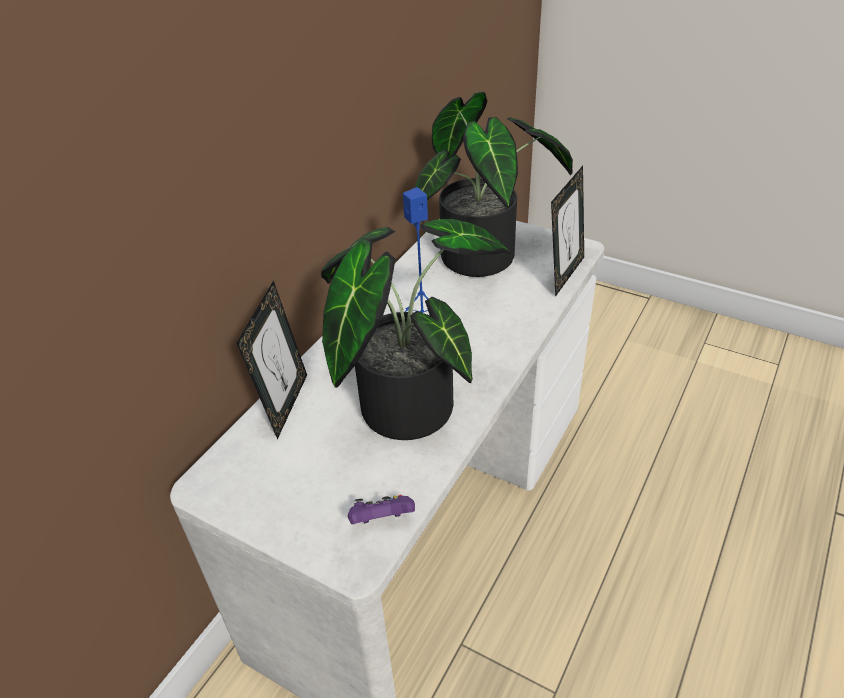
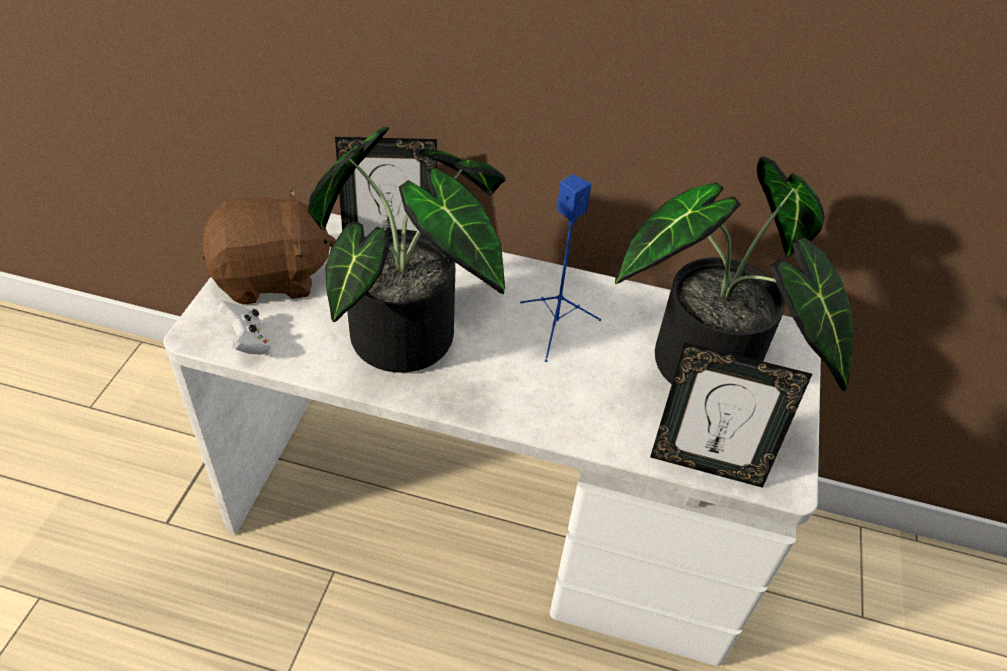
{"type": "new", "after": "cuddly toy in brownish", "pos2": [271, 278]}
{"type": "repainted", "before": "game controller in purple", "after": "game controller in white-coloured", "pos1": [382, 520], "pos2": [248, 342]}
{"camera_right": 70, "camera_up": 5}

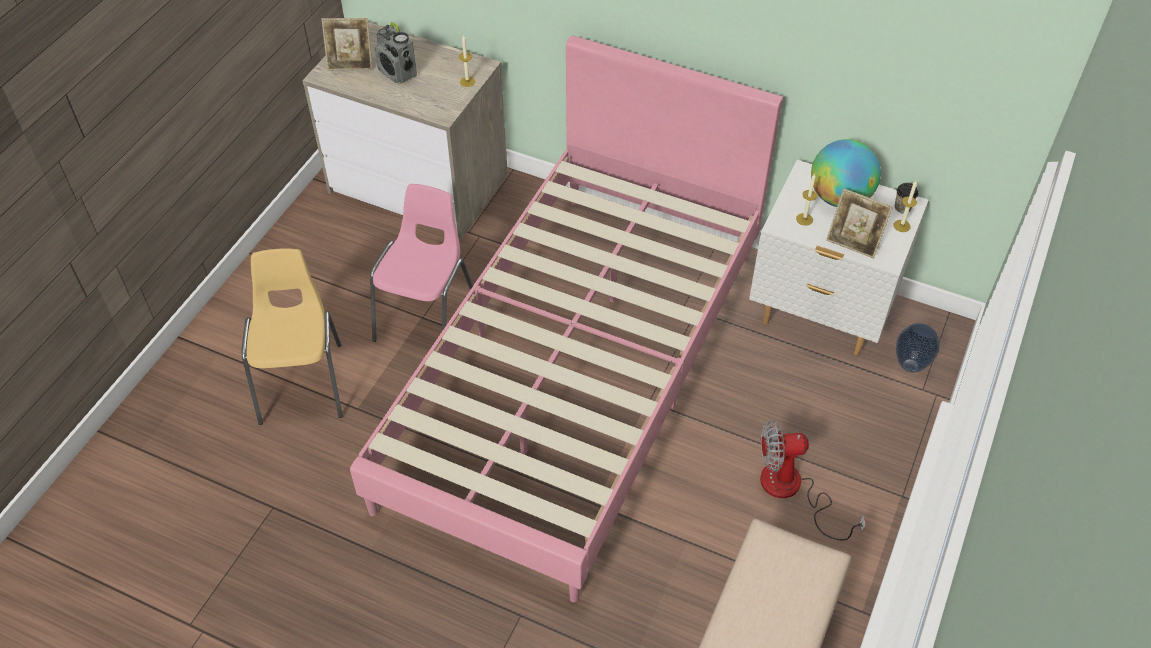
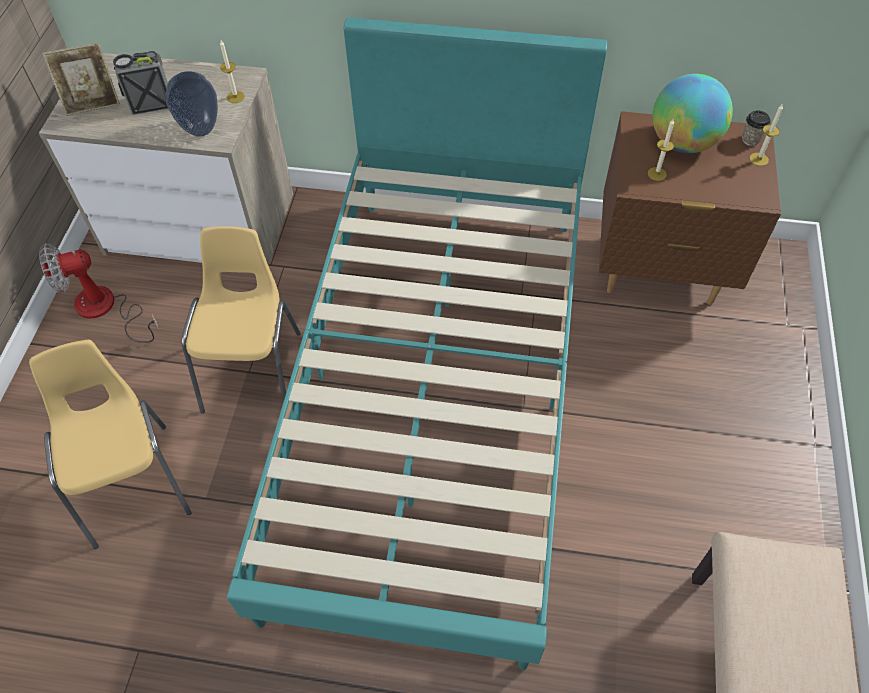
{"type": "gone", "before": "picture frame", "pos1": [853, 243]}
{"type": "shifted", "before": "cooling fan", "pos1": [792, 491], "pos2": [106, 309]}
{"type": "shifted", "before": "flower vase", "pos1": [910, 366], "pos2": [201, 130]}
{"type": "repainted", "before": "sleeping bed in pinkish", "after": "sleeping bed in turquoise", "pos1": [576, 373], "pos2": [435, 394]}
{"type": "repainted", "before": "upright chair in pinkish", "after": "upright chair in yellow", "pos1": [427, 317], "pos2": [254, 370]}
{"type": "repainted", "before": "bedside table in white-coloured", "after": "bedside table in brownish", "pos1": [820, 315], "pos2": [659, 270]}
{"type": "rotated", "before": "radio set", "pos1": [397, 73], "pos2": [151, 103], "turn": 135}
{"camera_right": -15, "camera_up": 5}

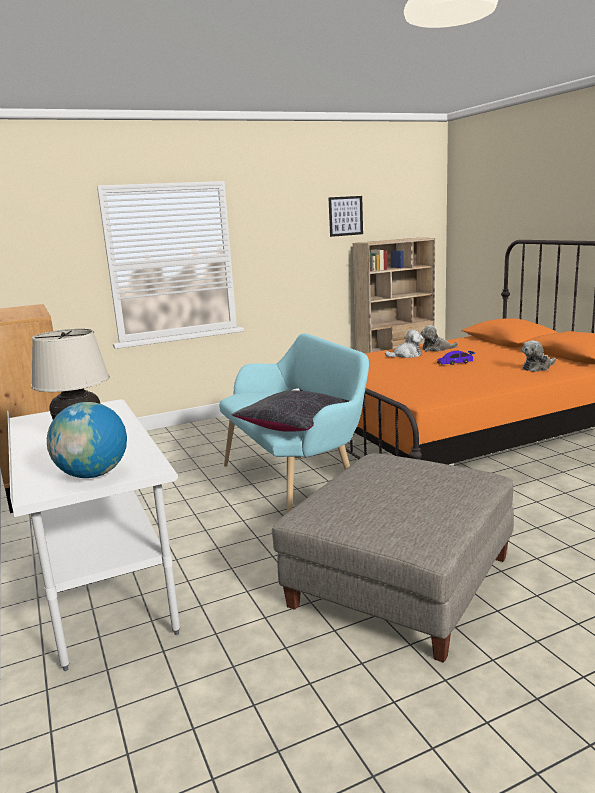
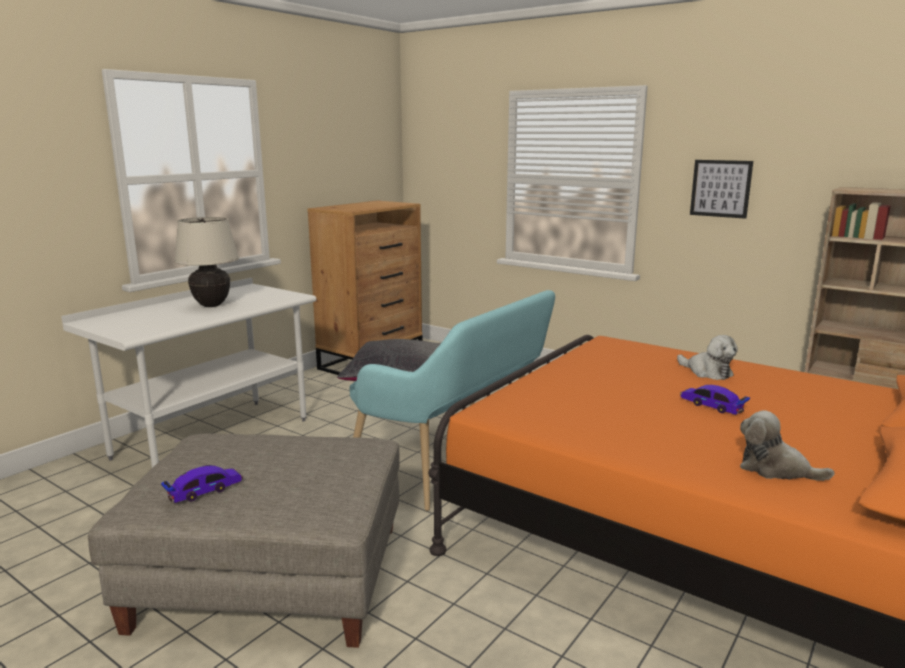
{"type": "gone", "before": "world globe", "pos1": [93, 475]}
{"type": "gone", "before": "cuddly toy", "pos1": [436, 349]}
{"type": "new", "after": "toy car", "pos2": [204, 491]}
{"type": "shifted", "before": "picture", "pos1": [345, 216], "pos2": [720, 188]}
{"camera_right": 60, "camera_up": 0}

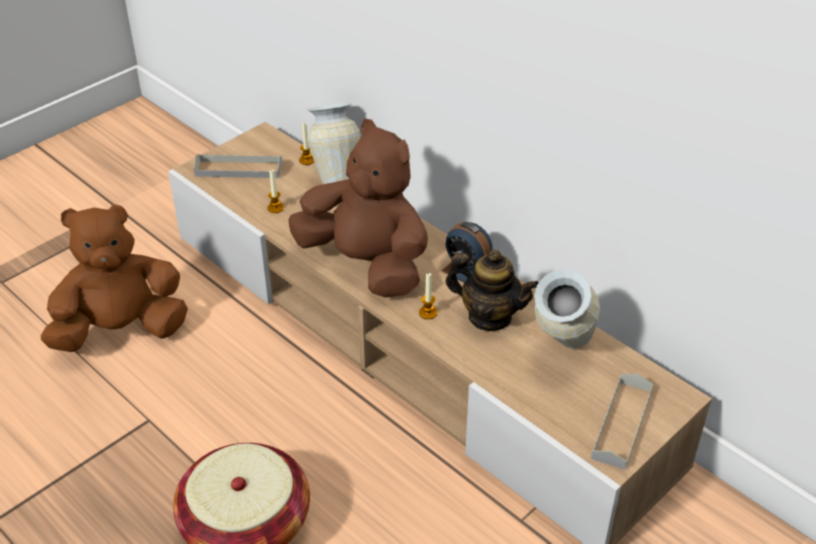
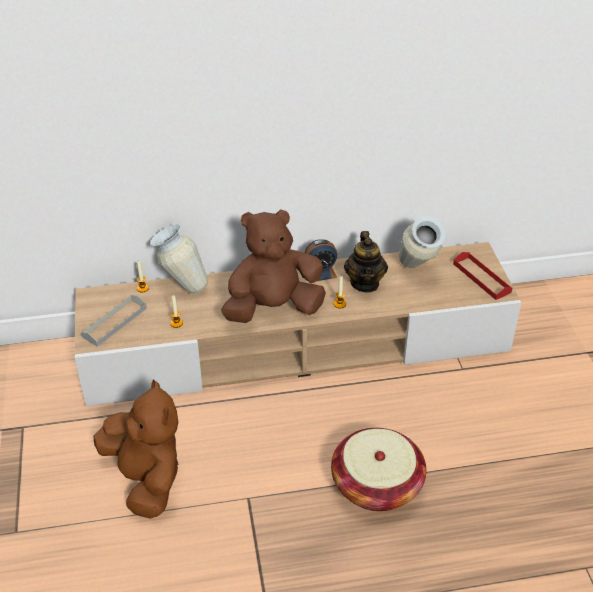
{"type": "repainted", "before": "tray in grey", "after": "tray in reddish", "pos1": [622, 424], "pos2": [481, 278]}
{"type": "rotated", "before": "cuddly toy in brownish", "pos1": [121, 330], "pos2": [146, 479], "turn": 135}
{"type": "rotated", "before": "pot for tea", "pos1": [489, 317], "pos2": [365, 283], "turn": 120}
{"camera_right": -55, "camera_up": 0}

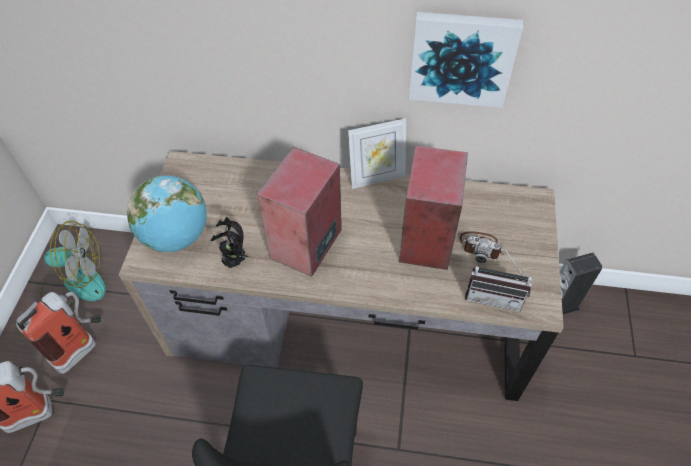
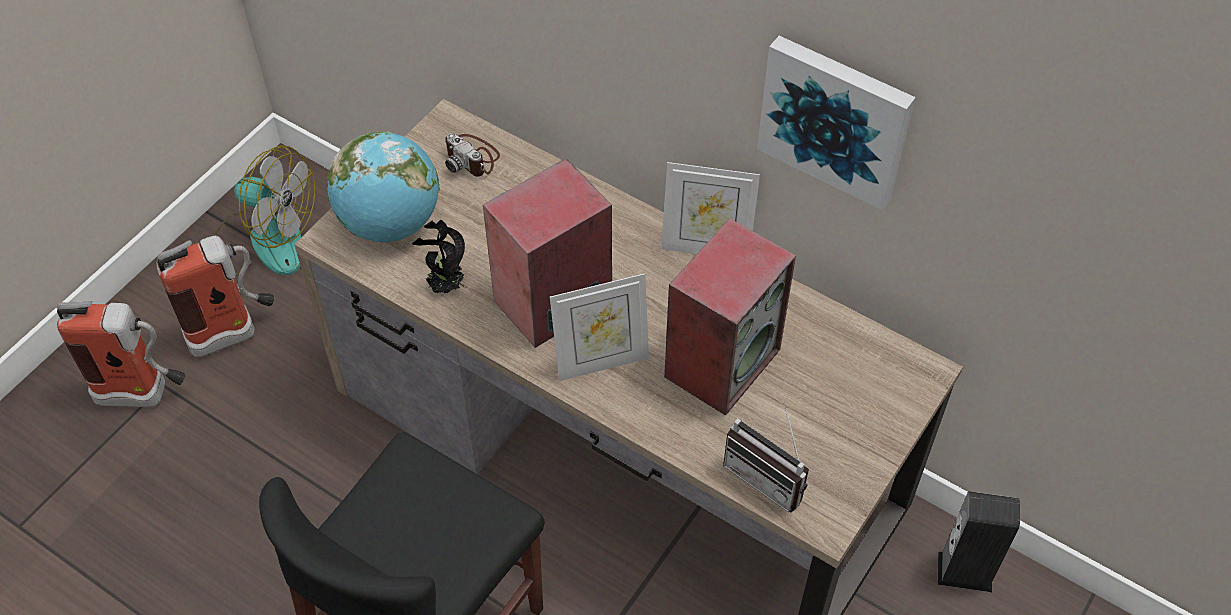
{"type": "new", "after": "picture frame", "pos2": [601, 361]}
{"type": "shifted", "before": "still camera", "pos1": [481, 247], "pos2": [472, 158]}
{"camera_right": 25, "camera_up": 0}

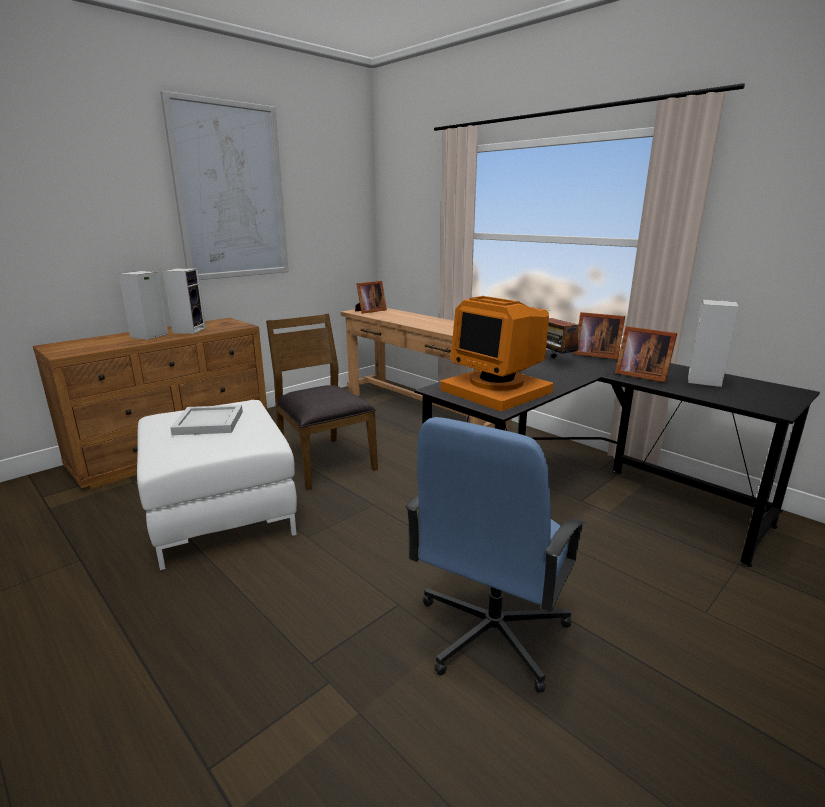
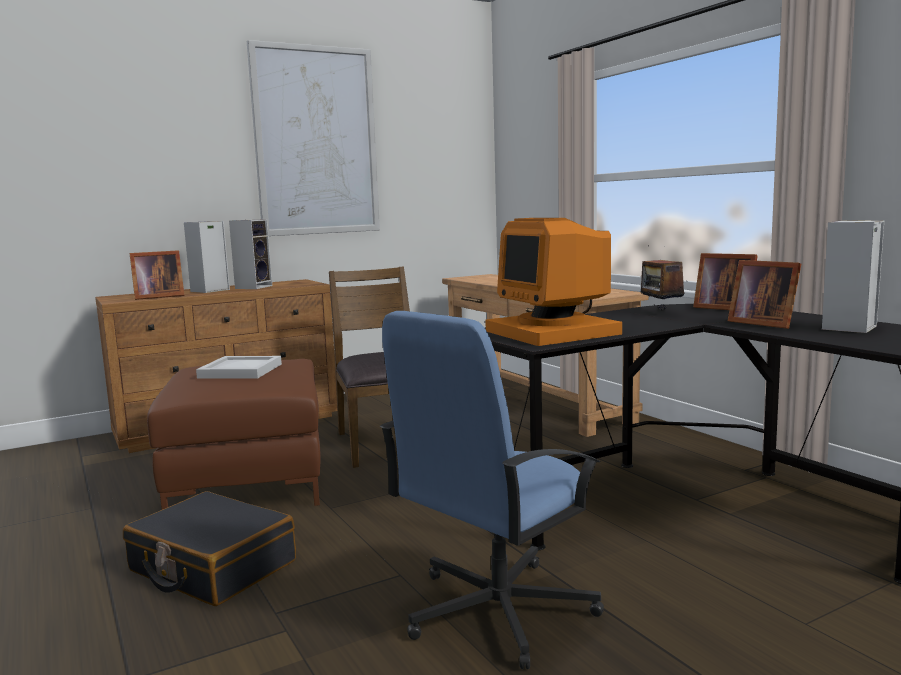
{"type": "new", "after": "suitcase in black", "pos2": [212, 567]}
{"type": "shifted", "before": "picture frame", "pos1": [369, 311], "pos2": [157, 297]}
{"type": "repainted", "before": "ottoman in white-coloured", "after": "ottoman in brownish", "pos1": [220, 512], "pos2": [248, 480]}
{"camera_right": 15, "camera_up": -10}

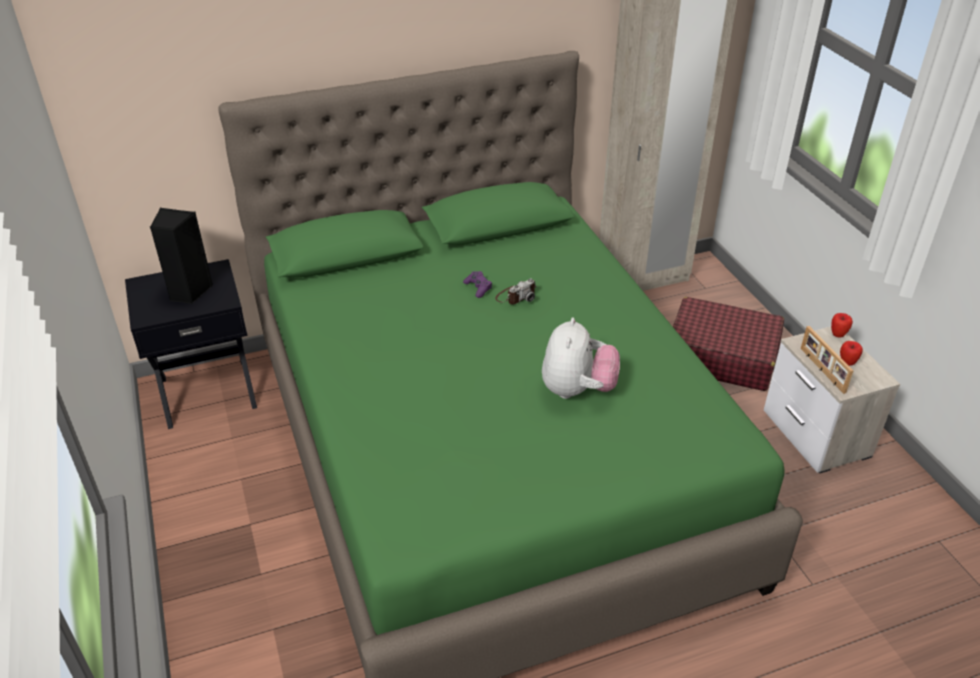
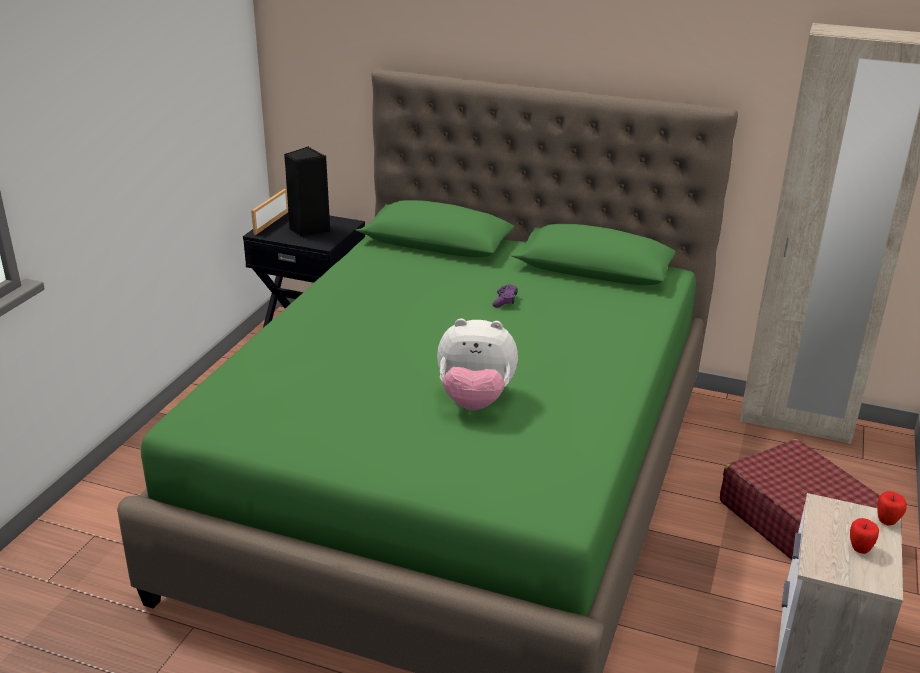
{"type": "gone", "before": "still camera", "pos1": [516, 296]}
{"type": "shifted", "before": "picture frame", "pos1": [821, 370], "pos2": [270, 222]}
{"type": "rotated", "before": "cuddly toy", "pos1": [577, 390], "pos2": [475, 400], "turn": 45}
{"camera_right": 40, "camera_up": -10}

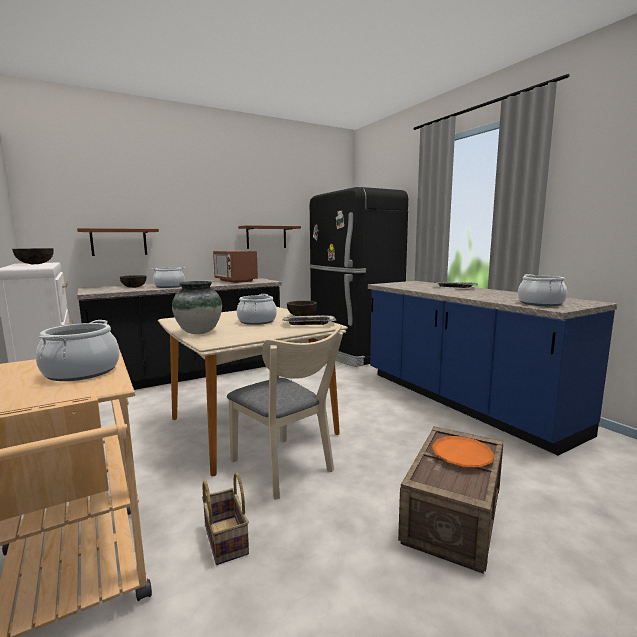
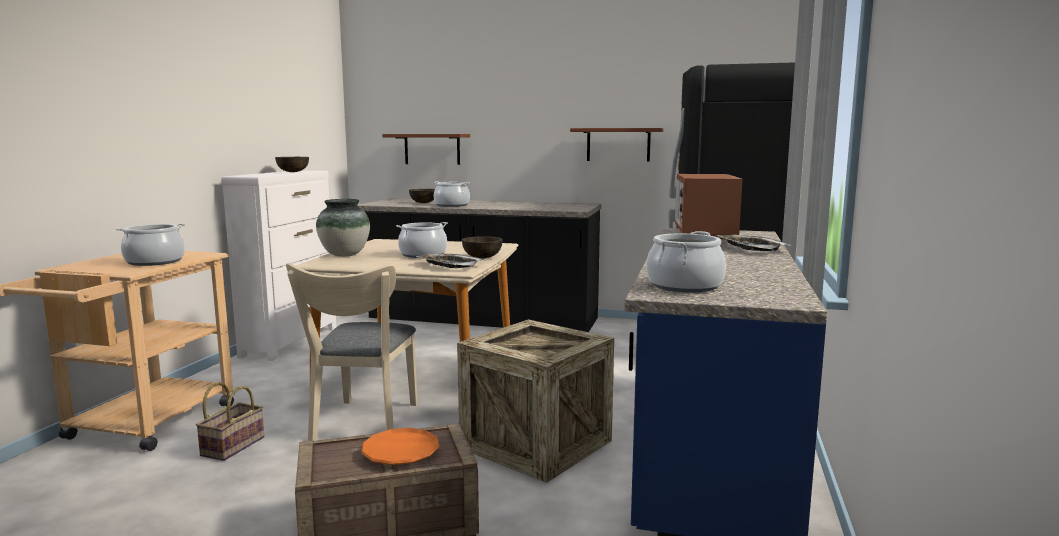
{"type": "new", "after": "shipping crate", "pos2": [536, 444]}
{"type": "shifted", "before": "microwave", "pos1": [235, 281], "pos2": [704, 234]}
{"camera_right": 45, "camera_up": 0}

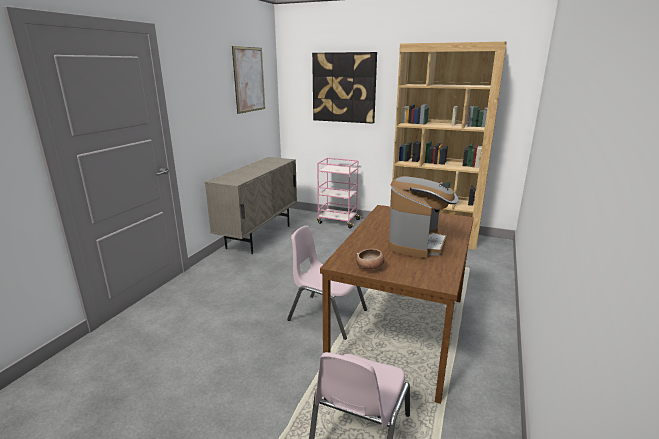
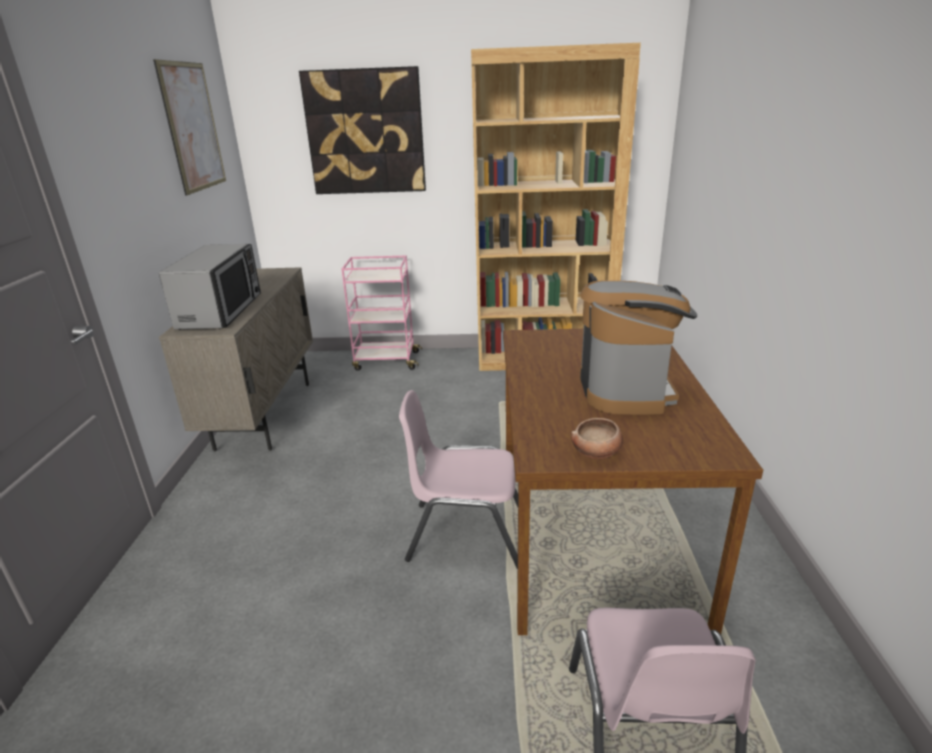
{"type": "new", "after": "microwave", "pos2": [221, 311]}
{"camera_right": -20, "camera_up": 5}

